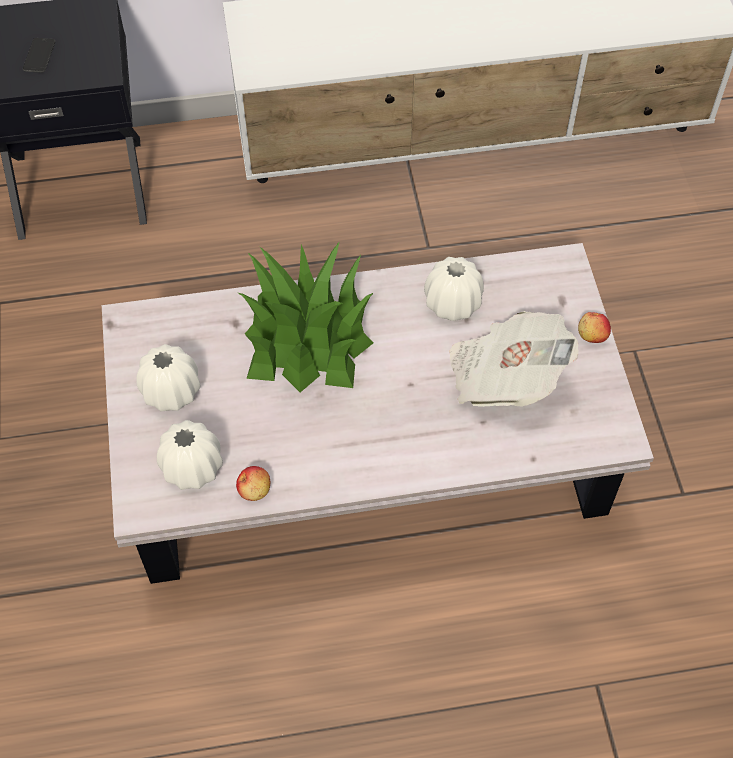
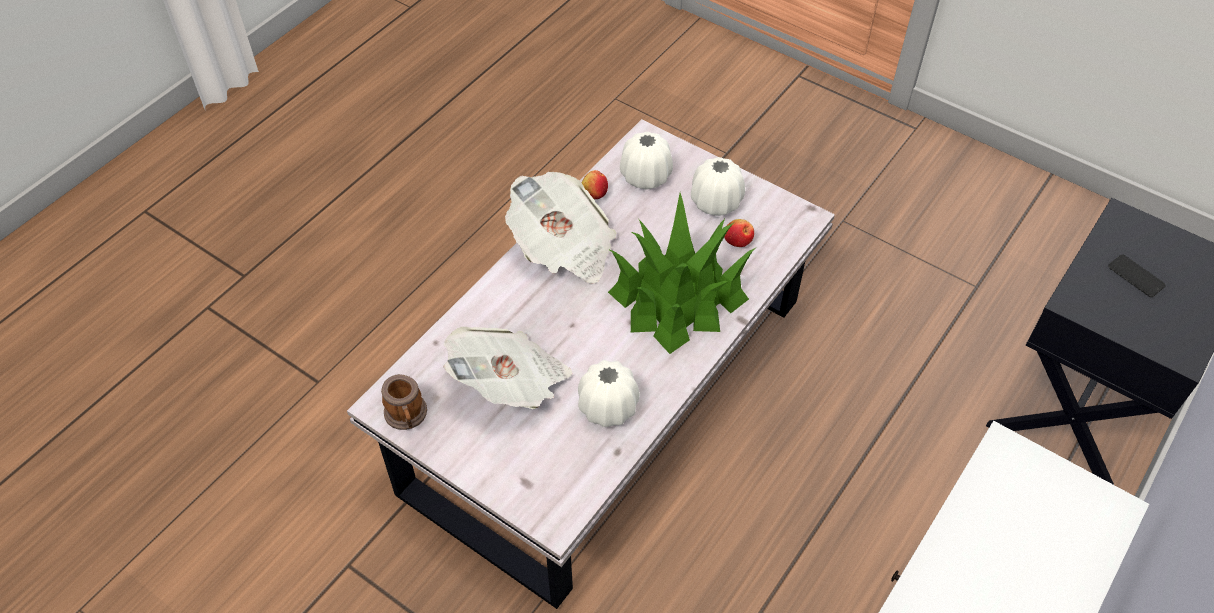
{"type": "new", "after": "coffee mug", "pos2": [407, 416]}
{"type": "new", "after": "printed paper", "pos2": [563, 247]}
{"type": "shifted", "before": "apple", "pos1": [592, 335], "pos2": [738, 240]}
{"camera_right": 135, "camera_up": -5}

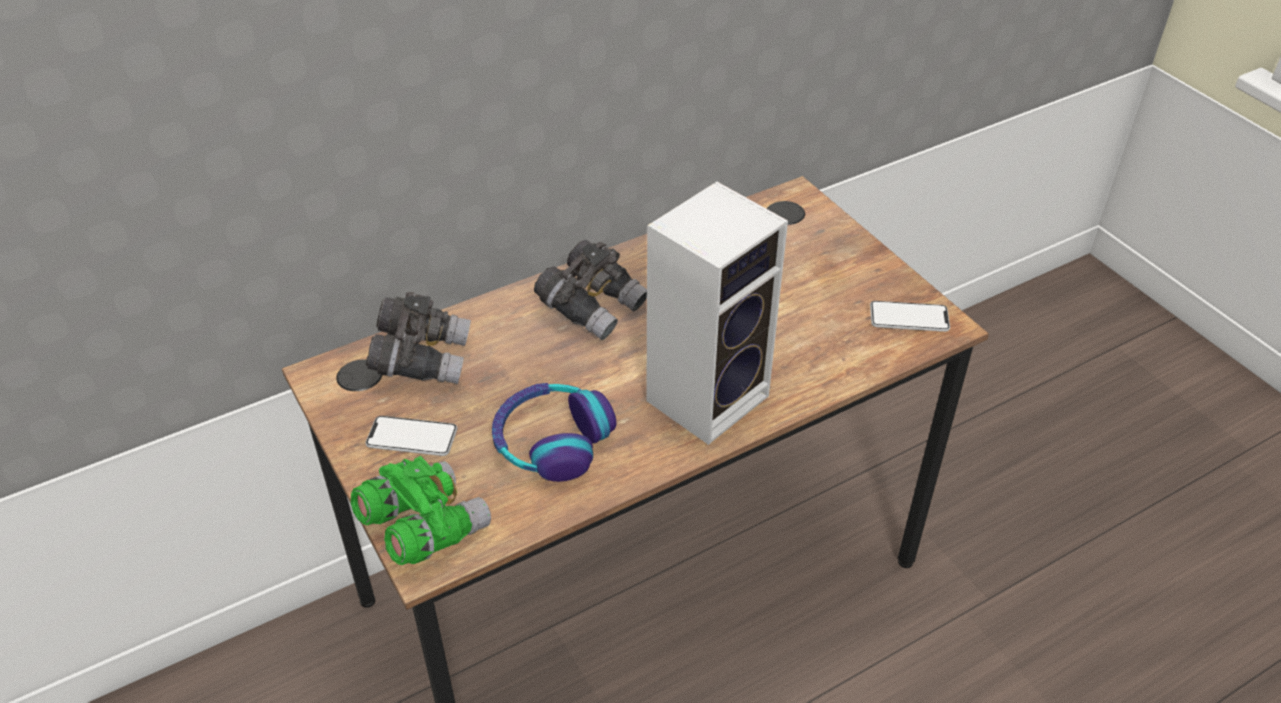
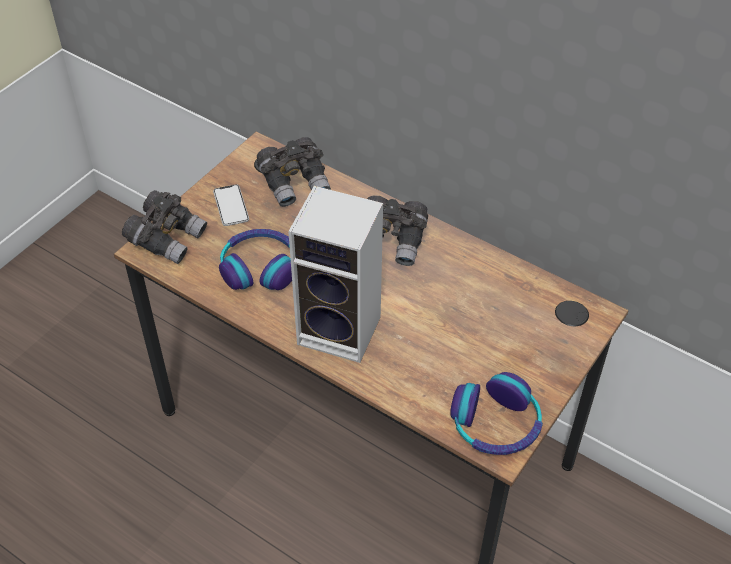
{"type": "swapped", "before": "telephone", "after": "pair of headphones", "pos1": [909, 318], "pos2": [495, 424]}
{"type": "repainted", "before": "field glasses in green-coloured", "after": "field glasses in grey", "pos1": [423, 527], "pos2": [167, 239]}
{"camera_right": 65, "camera_up": 5}

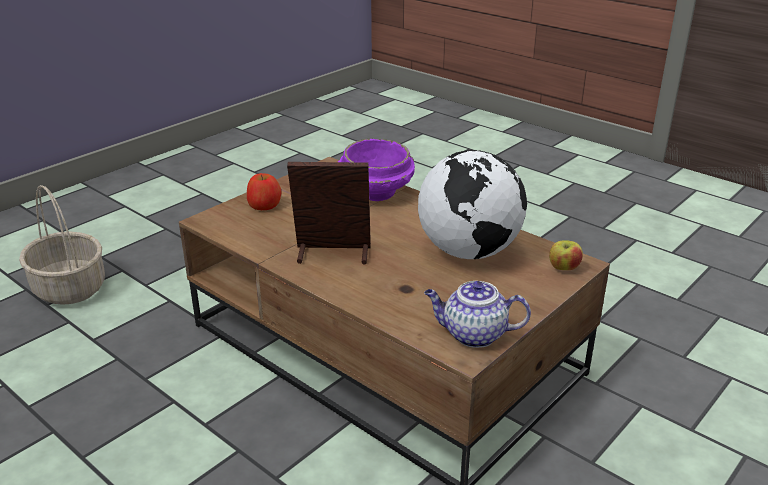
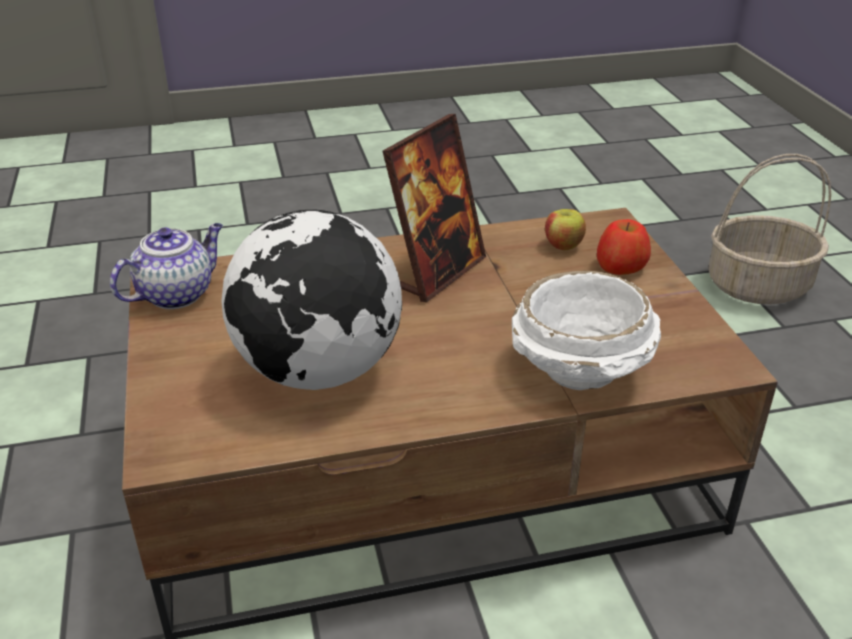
{"type": "shifted", "before": "apple", "pos1": [564, 268], "pos2": [563, 245]}
{"type": "repainted", "before": "bowl in purple", "after": "bowl in white-coloured", "pos1": [376, 192], "pos2": [580, 371]}
{"camera_right": 125, "camera_up": 5}

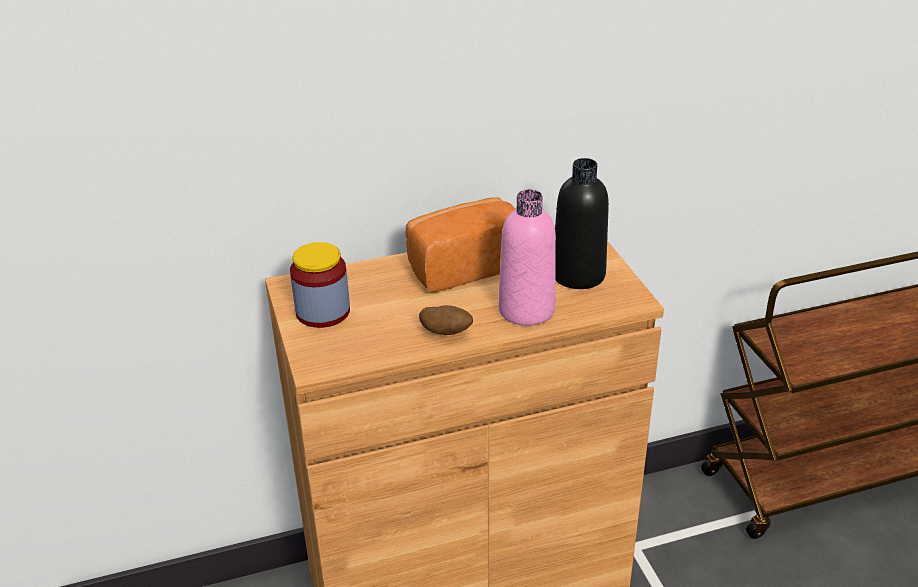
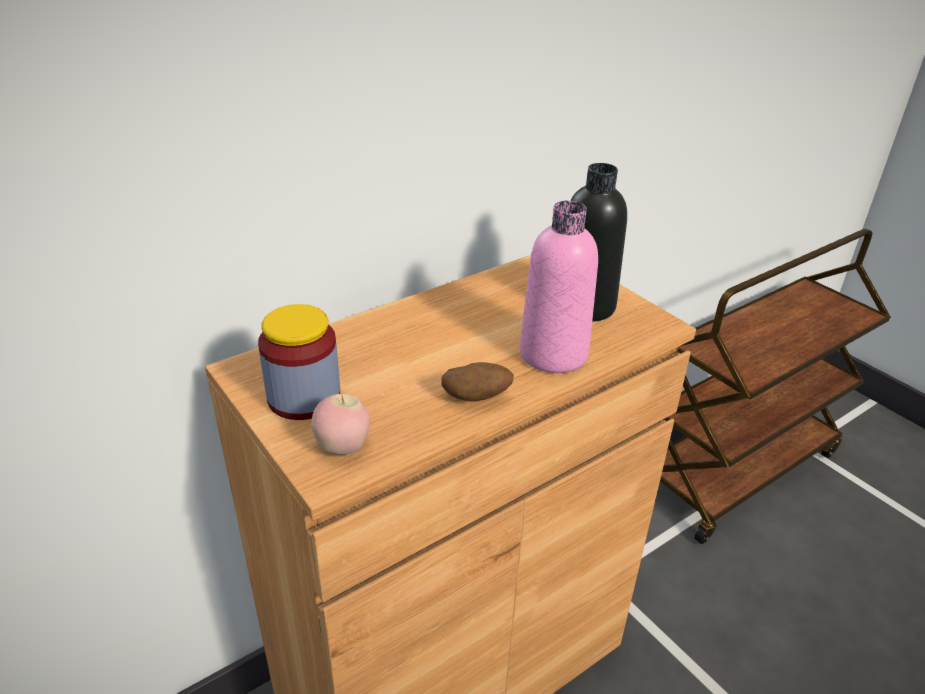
{"type": "gone", "before": "bread", "pos1": [464, 265]}
{"type": "new", "after": "apple", "pos2": [343, 447]}
{"camera_right": -20, "camera_up": 0}

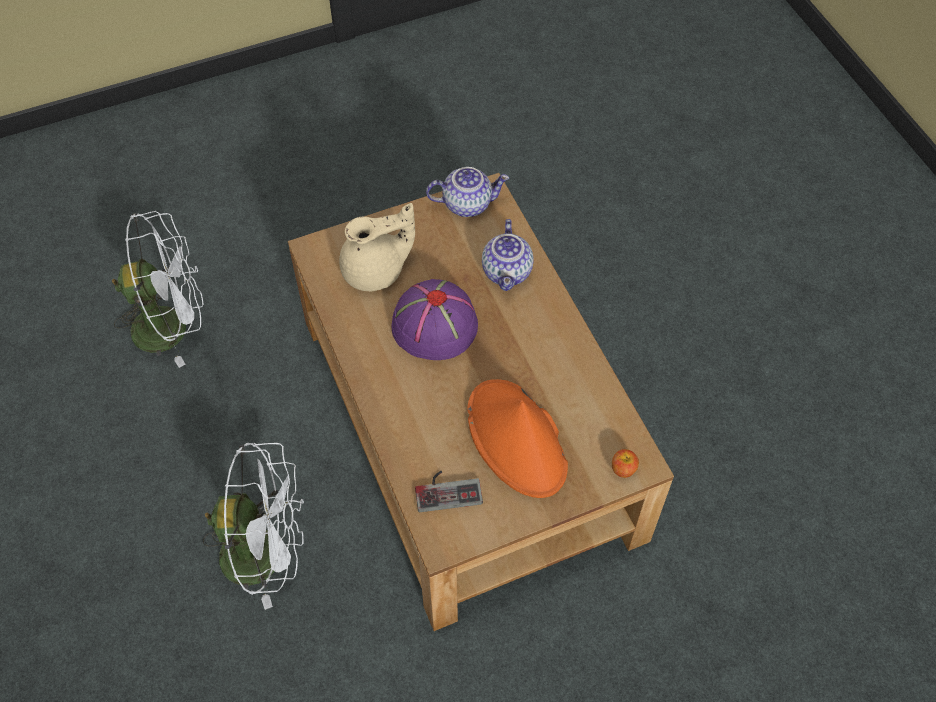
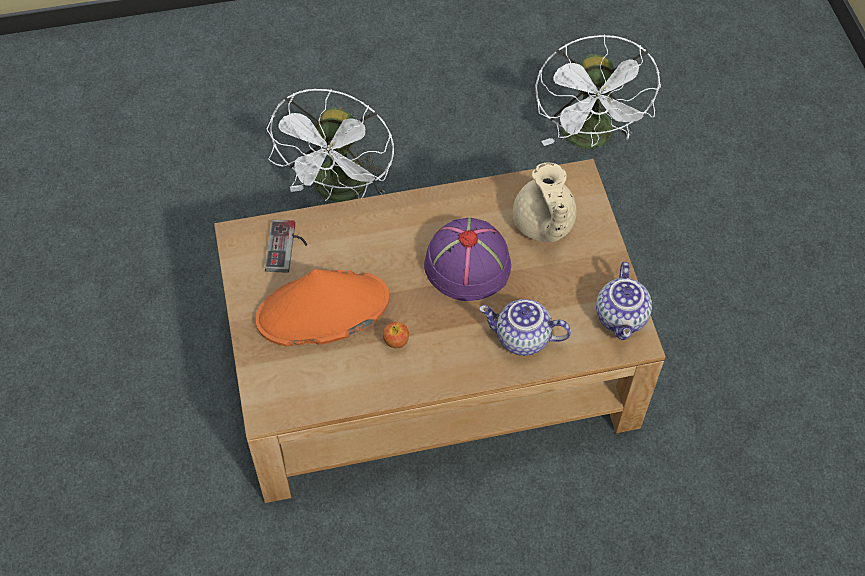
{"type": "shifted", "before": "apple", "pos1": [623, 469], "pos2": [396, 341]}
{"camera_right": 100, "camera_up": 0}

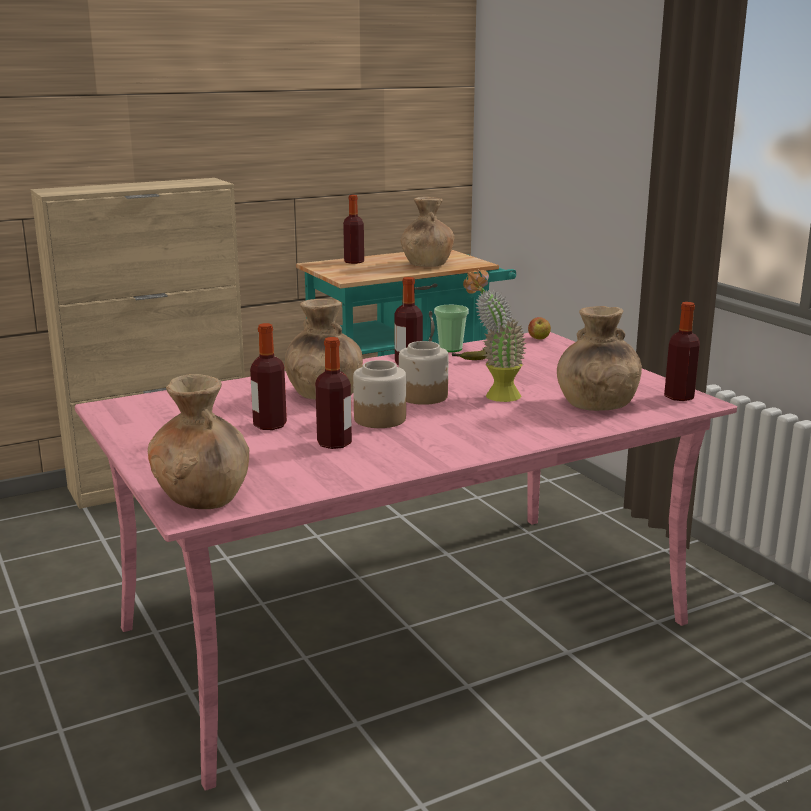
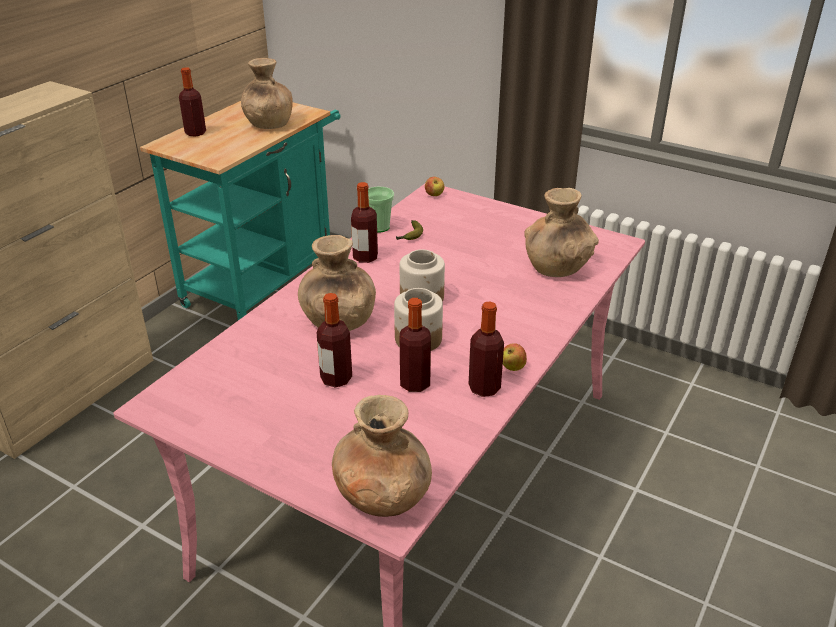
{"type": "gone", "before": "potted plant", "pos1": [493, 396]}
{"type": "new", "after": "apple", "pos2": [512, 367]}
{"type": "shifted", "before": "drink bottle", "pos1": [679, 397], "pos2": [484, 388]}
{"camera_right": -30, "camera_up": 15}

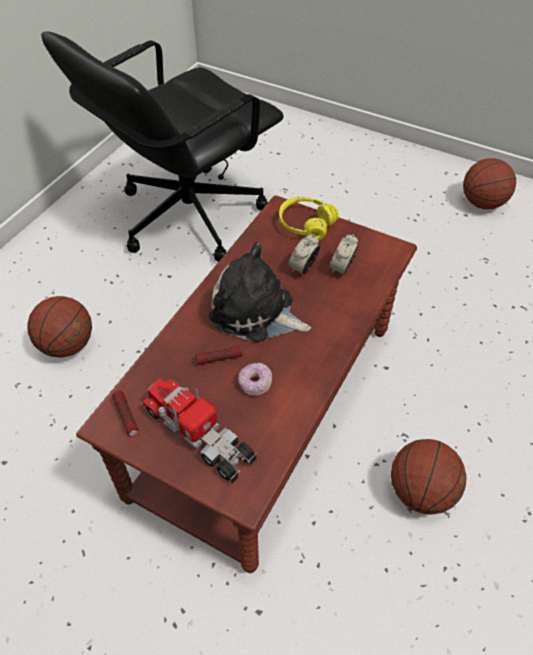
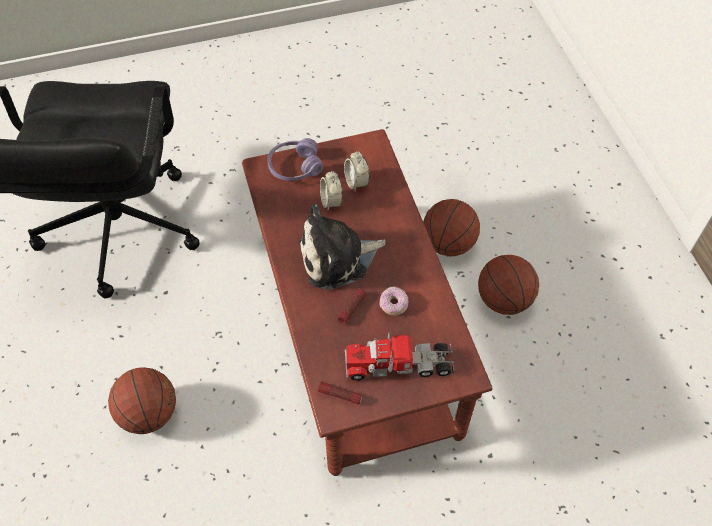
{"type": "shifted", "before": "ball for basketball", "pos1": [482, 203], "pos2": [448, 244]}
{"type": "repainted", "before": "pair of headphones in yellow", "after": "pair of headphones in purple", "pos1": [306, 224], "pos2": [295, 167]}
{"camera_right": -45, "camera_up": 5}

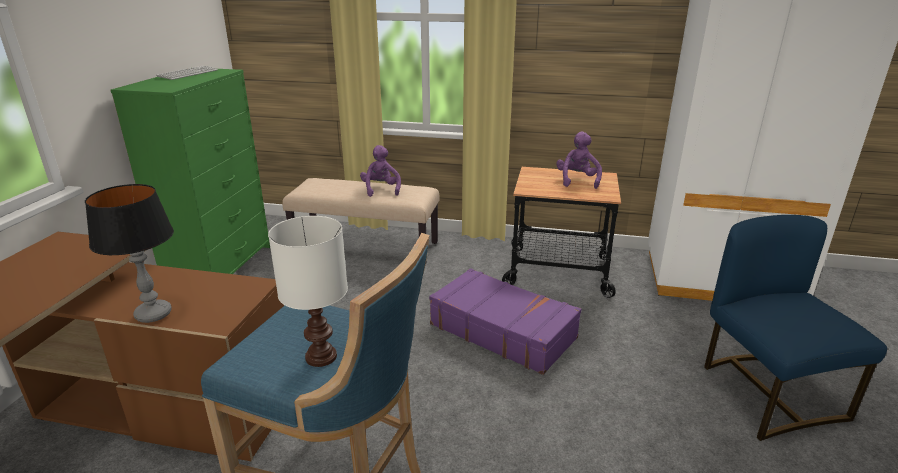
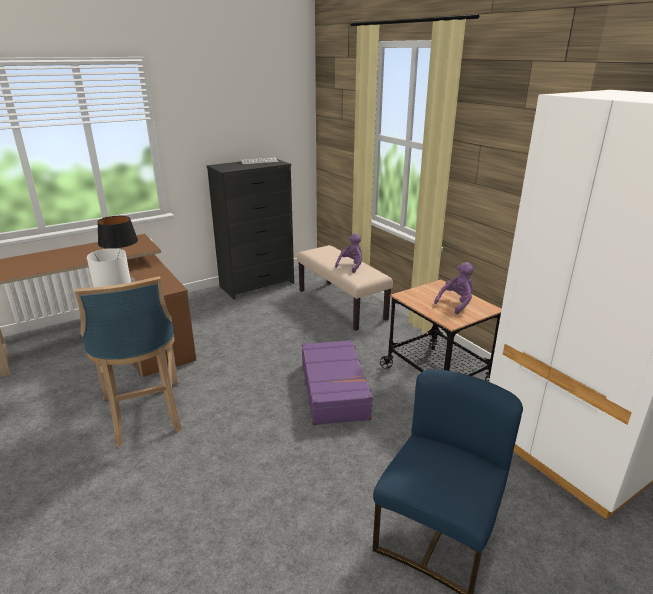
{"type": "repainted", "before": "chest of drawers in green-coloured", "after": "chest of drawers in black", "pos1": [221, 266], "pos2": [257, 284]}
{"camera_right": 45, "camera_up": 0}

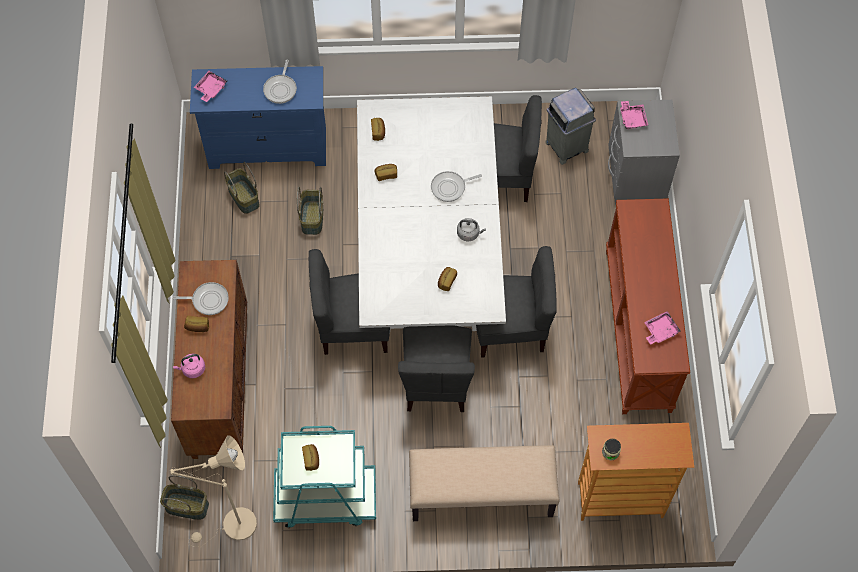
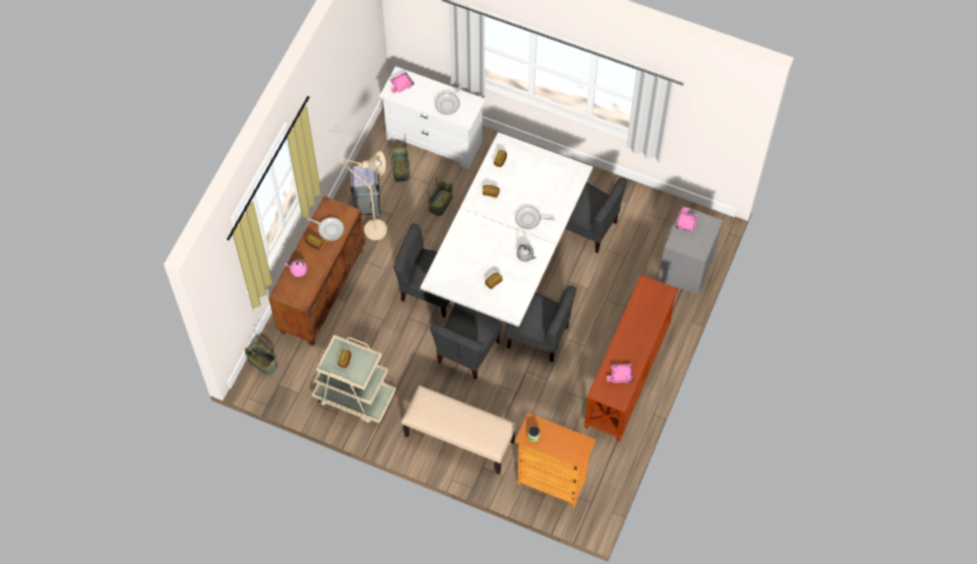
{"type": "shifted", "before": "standard lamp in sand-coloured", "pos1": [233, 527], "pos2": [370, 230]}
{"type": "shifted", "before": "rubbish bin in grey", "pos1": [566, 146], "pos2": [367, 205]}
{"type": "repainted", "before": "chest of drawers in blue-coloured", "after": "chest of drawers in white-coloured", "pos1": [268, 148], "pos2": [435, 140]}
{"type": "repainted", "before": "trolley in turquoise", "after": "trolley in sand-coloured", "pos1": [325, 498], "pos2": [354, 396]}
{"camera_right": 25, "camera_up": 0}

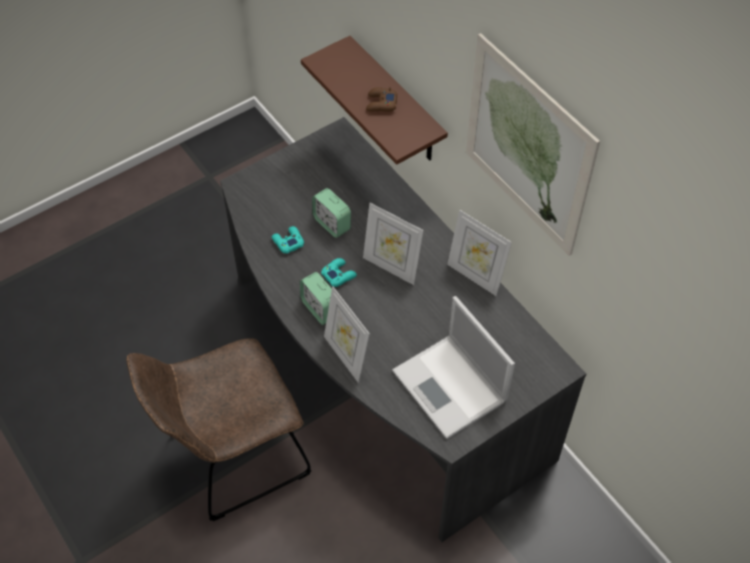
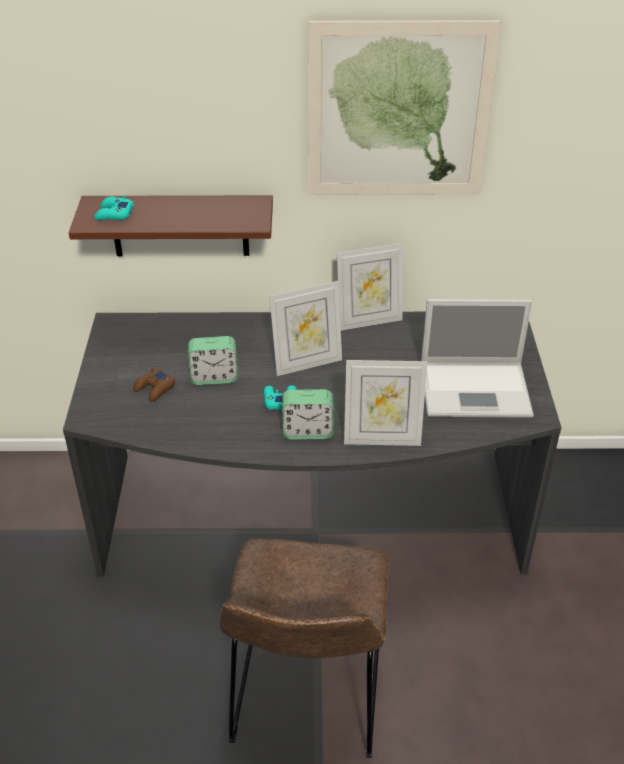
{"type": "shifted", "before": "game controller in turquoise", "pos1": [288, 242], "pos2": [114, 214]}
{"type": "shifted", "before": "game controller in brownish", "pos1": [381, 103], "pos2": [154, 389]}
{"camera_right": -55, "camera_up": -15}

